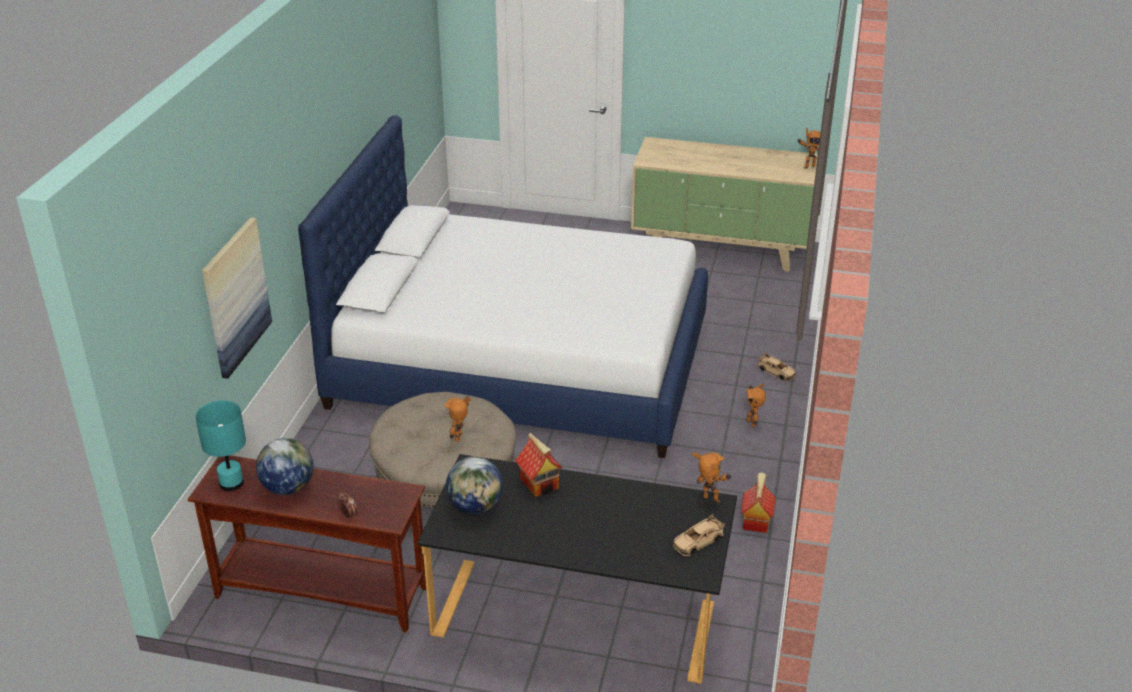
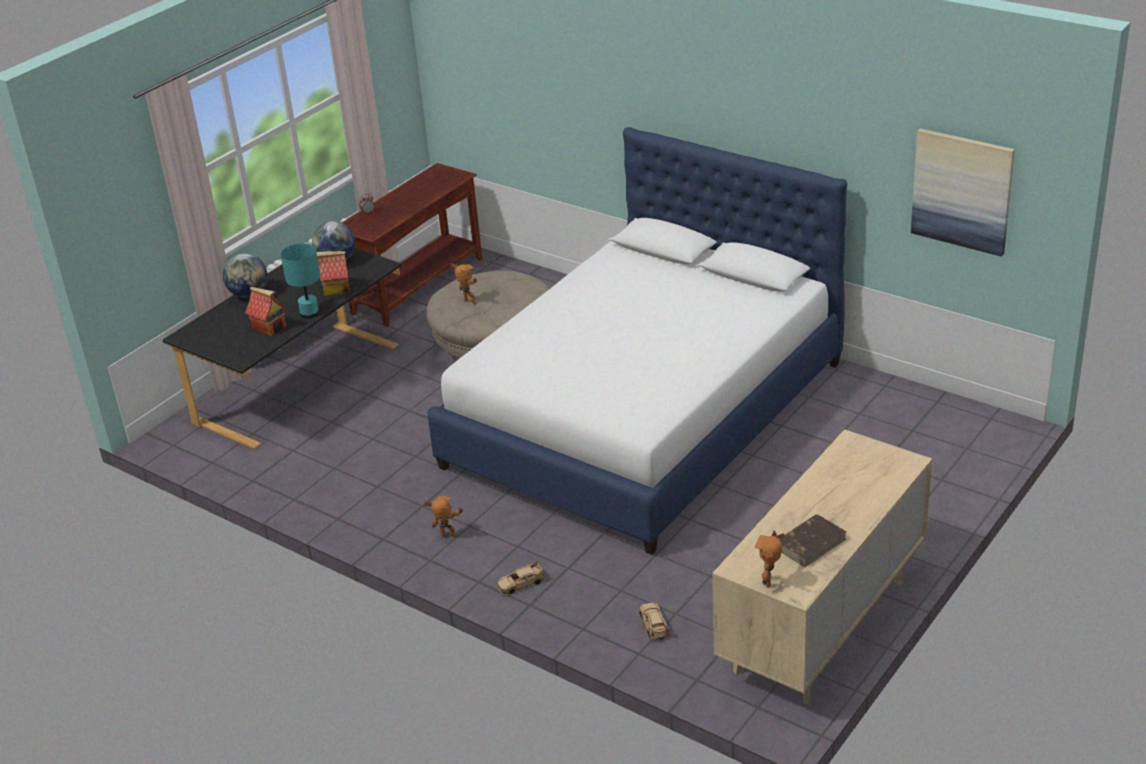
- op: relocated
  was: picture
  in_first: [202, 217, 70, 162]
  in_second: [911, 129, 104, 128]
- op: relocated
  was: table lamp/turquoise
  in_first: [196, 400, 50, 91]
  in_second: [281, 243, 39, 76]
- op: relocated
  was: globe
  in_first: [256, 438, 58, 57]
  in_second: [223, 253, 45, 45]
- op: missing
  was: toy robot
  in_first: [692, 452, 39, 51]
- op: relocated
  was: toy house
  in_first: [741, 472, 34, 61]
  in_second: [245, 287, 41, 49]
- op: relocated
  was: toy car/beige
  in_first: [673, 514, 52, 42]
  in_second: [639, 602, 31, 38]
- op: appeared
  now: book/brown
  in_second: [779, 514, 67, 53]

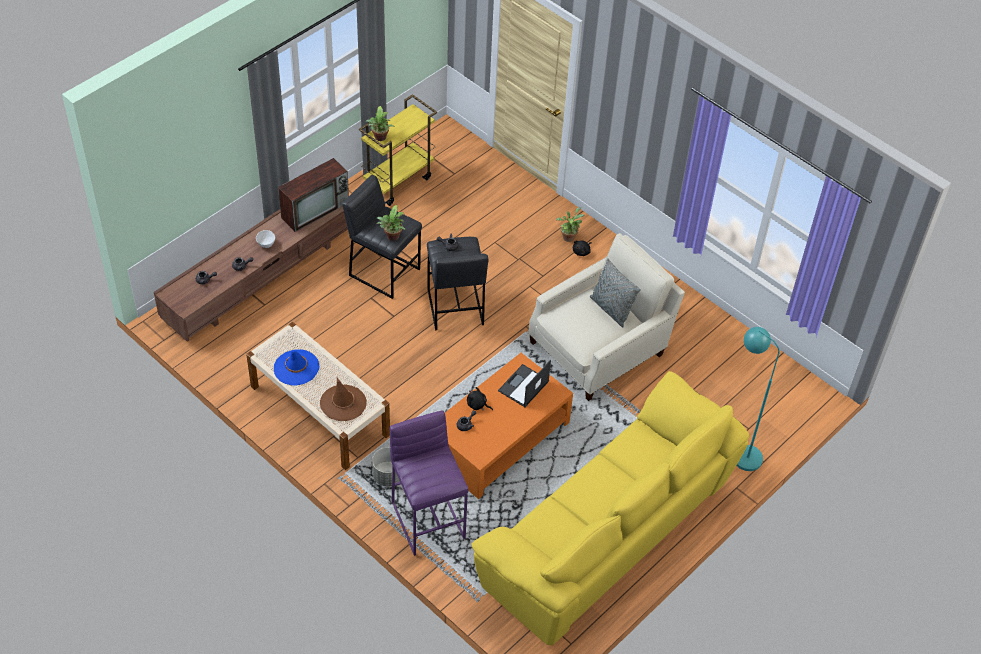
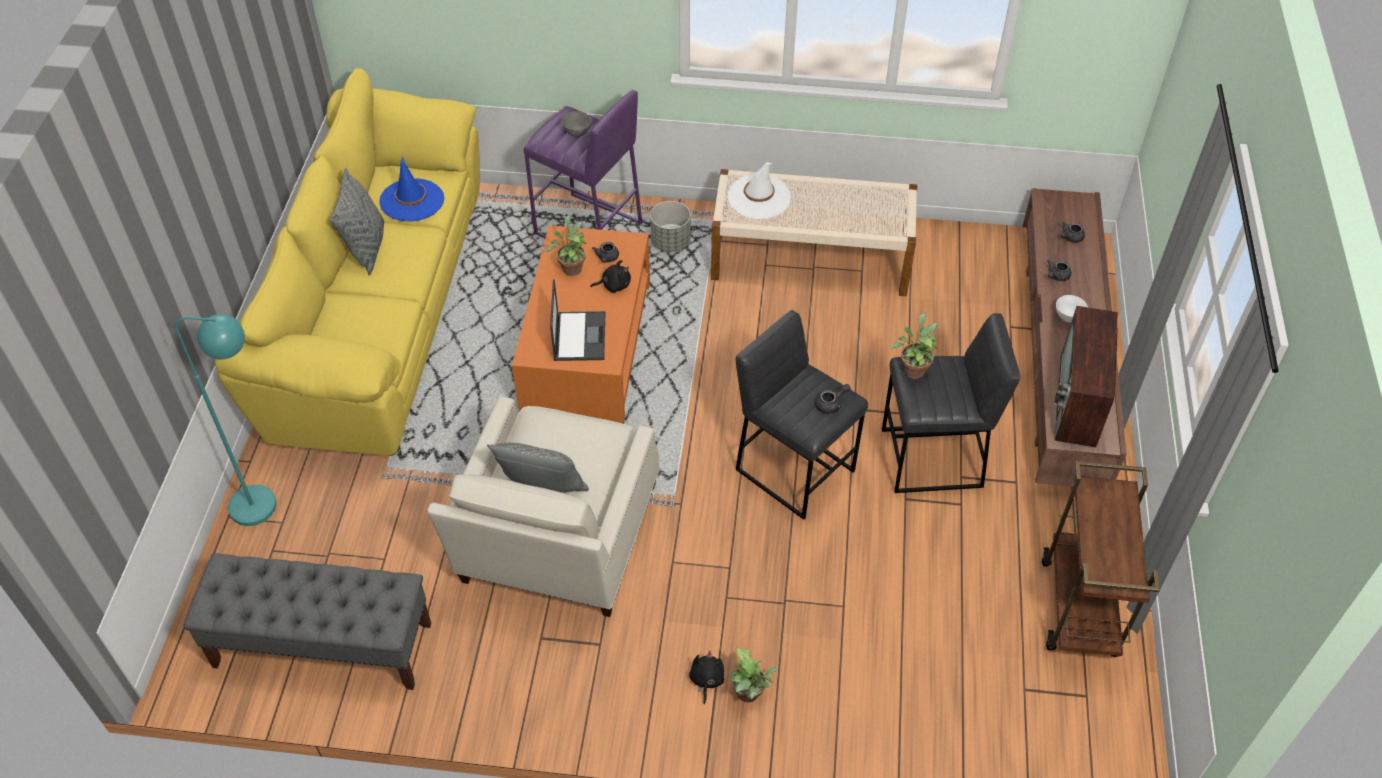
- op: colour
  was: cart/yellow
  now: cart/brown
  in_first: [359, 94, 78, 112]
  in_second: [1041, 461, 119, 196]
- op: relocated
  was: potted plant
  in_first: [366, 106, 29, 35]
  in_second: [545, 215, 42, 61]
- op: relocated
  was: hat/blue
  in_first: [274, 349, 45, 37]
  in_second: [379, 157, 65, 65]
- op: colour
  was: hat/brown
  now: hat/white
  in_first: [320, 377, 47, 44]
  in_second: [728, 162, 63, 57]
- op: appeared
  now: bowl/grey
  in_second: [562, 111, 30, 26]
- op: appeared
  now: pillow/grey
  in_second: [330, 168, 54, 107]
- op: appeared
  now: bench/grey
  in_second: [184, 553, 247, 137]

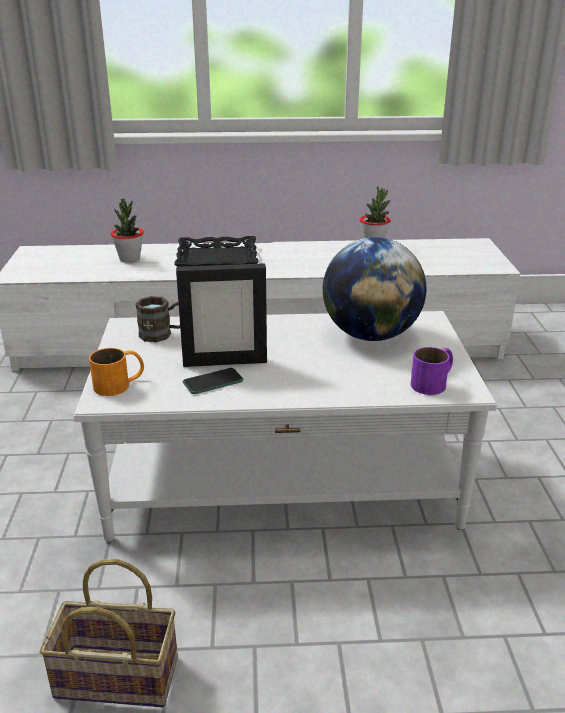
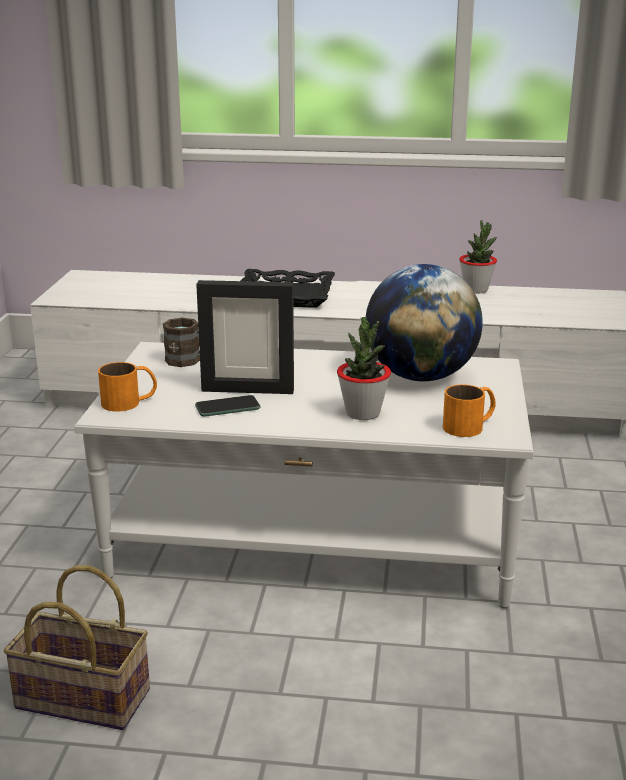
- op: relocated
  was: potted plant
  in_first: [111, 198, 33, 64]
  in_second: [337, 317, 54, 103]
- op: colour
  was: mug/purple
  now: mug/orange
  in_first: [411, 347, 42, 48]
  in_second: [443, 384, 53, 53]

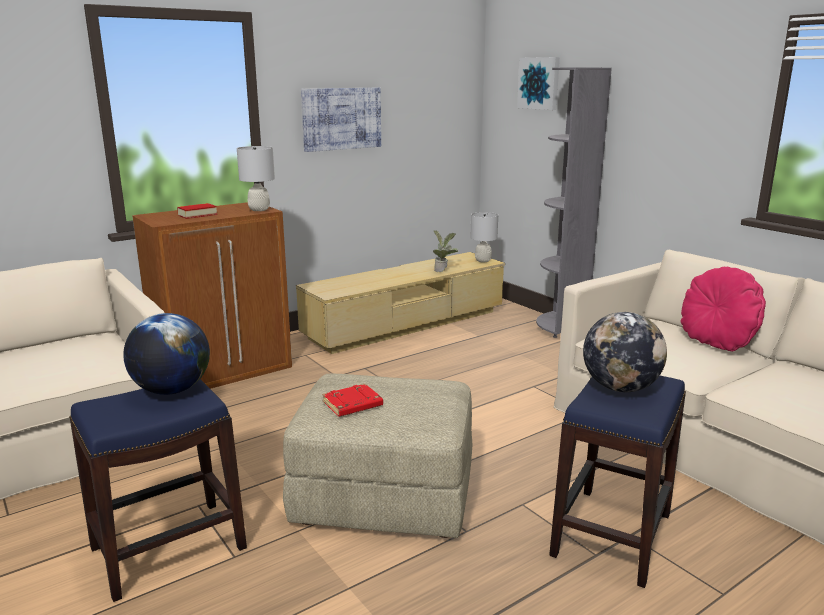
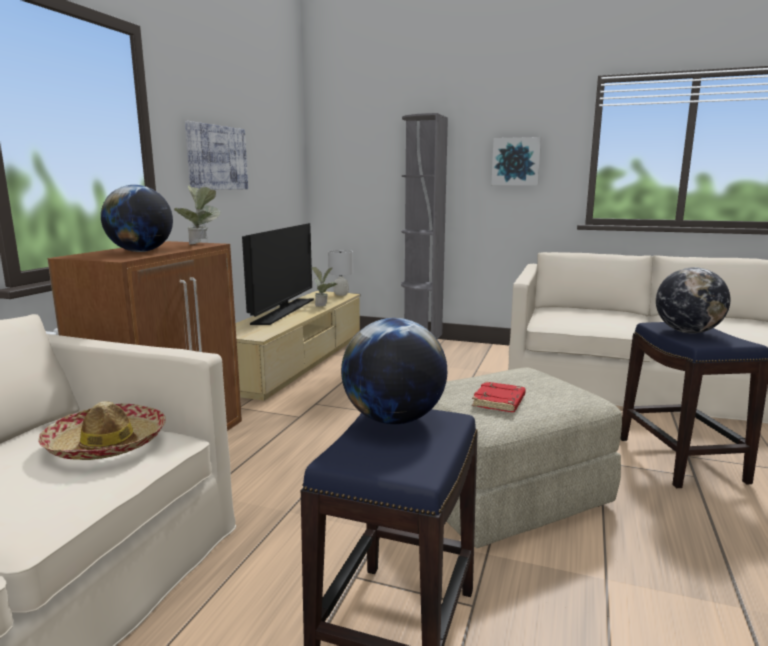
- op: relocated
  was: picture
  in_first: [517, 57, 43, 53]
  in_second: [491, 137, 50, 48]
- op: exchanged
  was: table lamp/grey
  now: potted plant
  in_first: [237, 146, 38, 65]
  in_second: [174, 185, 46, 60]
- op: exchanged
  was: book
  now: globe
  in_first: [177, 203, 40, 16]
  in_second: [101, 185, 72, 67]
- op: missing
  was: pillow/pink
  in_first: [681, 267, 85, 84]
- op: appeared
  now: television
  in_second: [242, 223, 72, 102]
- op: appeared
  now: hat
  in_second: [38, 401, 128, 59]

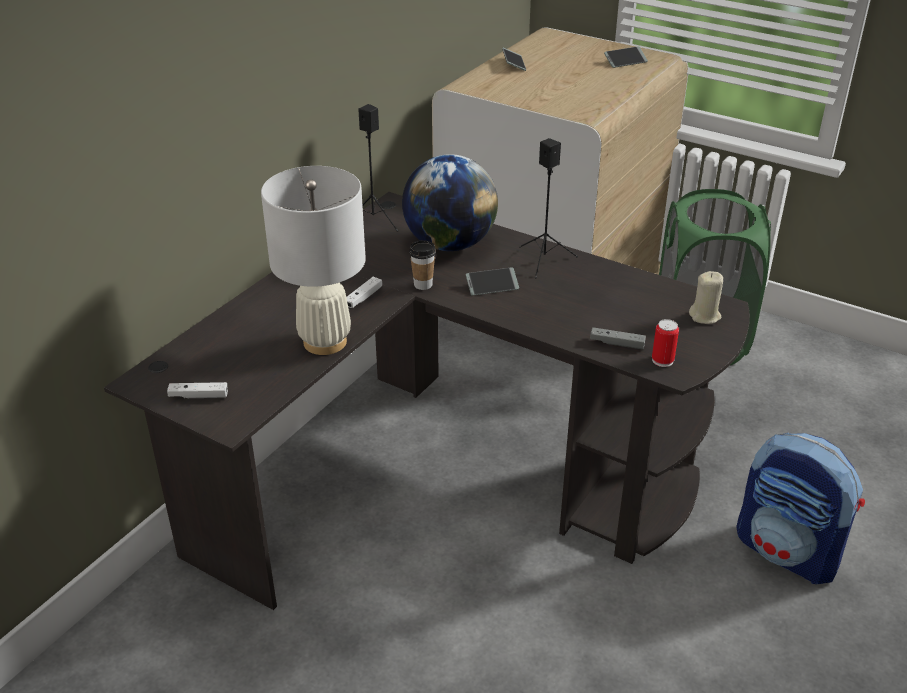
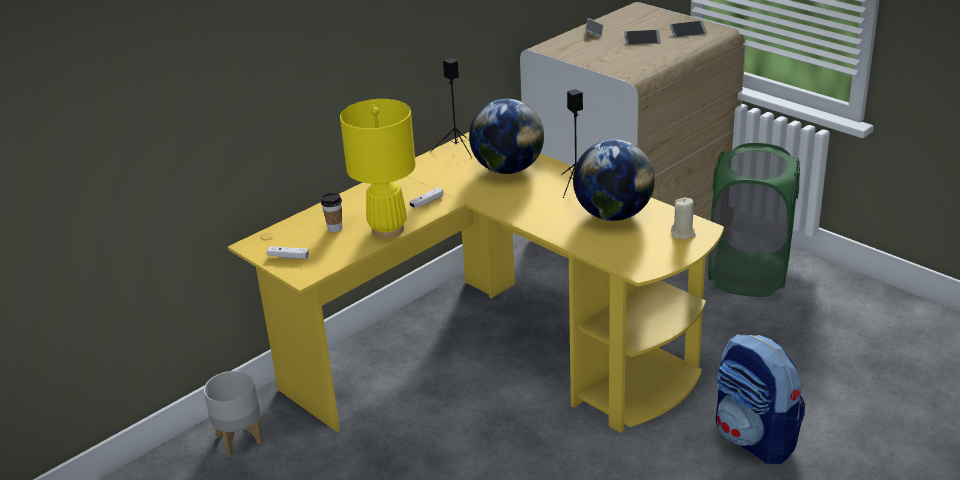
- op: colour
  was: table lamp/white
  now: table lamp/yellow
  in_first: [261, 166, 105, 189]
  in_second: [340, 99, 76, 139]
- op: colour
  was: desk/black
  now: desk/yellow
  in_first: [104, 192, 646, 418]
  in_second: [228, 132, 496, 301]
- op: relocated
  was: cup
  in_first: [409, 240, 27, 50]
  in_second: [321, 193, 21, 39]
- op: relocated
  was: phone
  in_first: [466, 267, 53, 29]
  in_second: [624, 30, 37, 15]
- op: missing
  was: can
  in_first: [652, 319, 27, 48]
- op: missing
  was: game controller/grey
  in_first: [590, 327, 56, 22]
- op: appeared
  now: globe
  in_second: [573, 140, 82, 81]
- op: appeared
  now: planter/grey
  in_second: [204, 371, 59, 84]

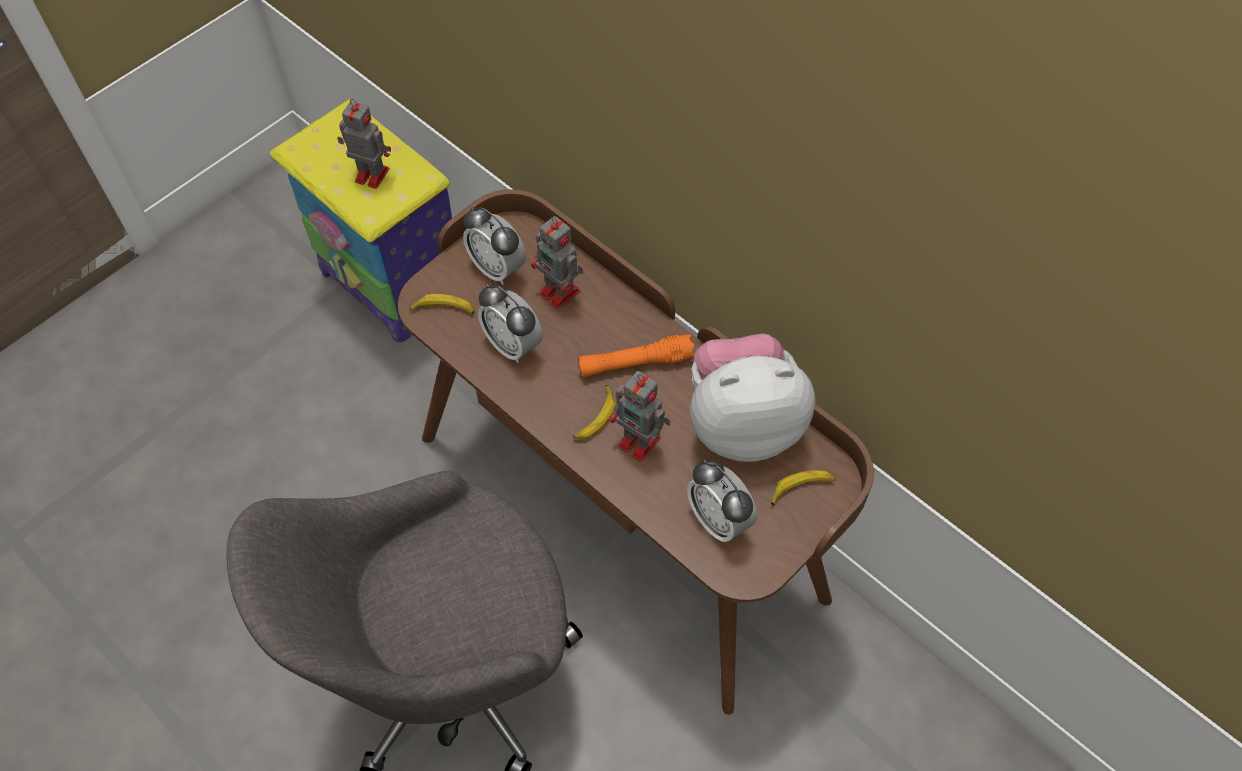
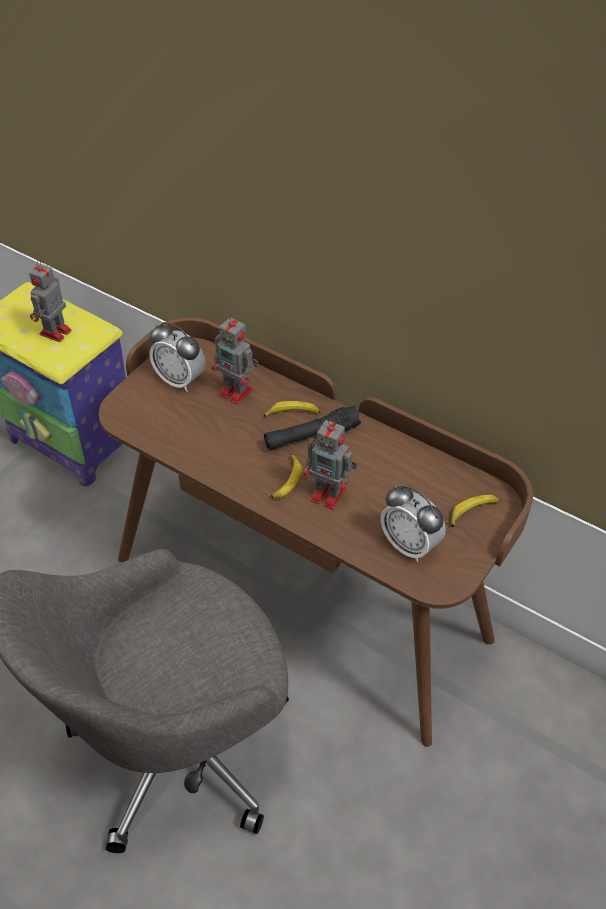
- op: spun
  was: toy robot
  in_first: [337, 99, 54, 90]
  in_second: [29, 260, 42, 82]
  clockwise: -75
- op: missing
  was: alarm clock
  in_first: [478, 284, 65, 79]
- op: relocated
  was: banana
  in_first: [409, 294, 65, 20]
  in_second: [264, 401, 56, 16]
- op: colour
  was: flashlight/orange
  now: flashlight/black
  in_first: [578, 334, 116, 43]
  in_second: [264, 406, 97, 45]
- op: missing
  was: plush toy
  in_first: [690, 334, 125, 128]

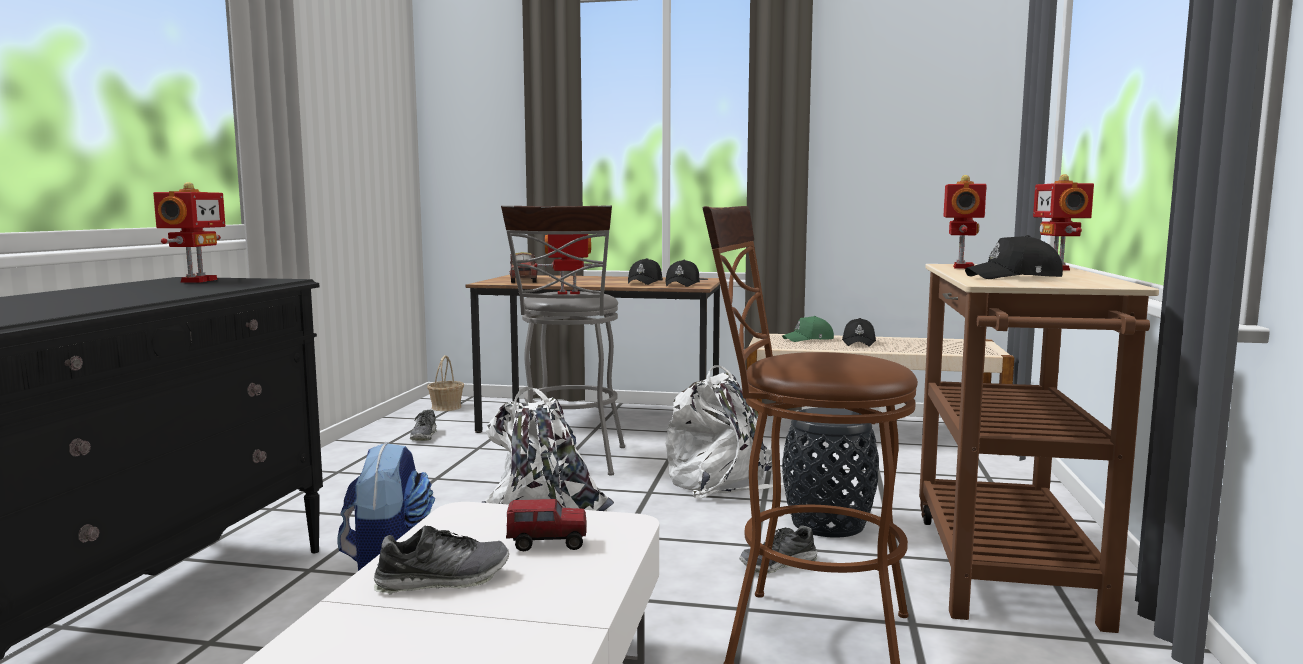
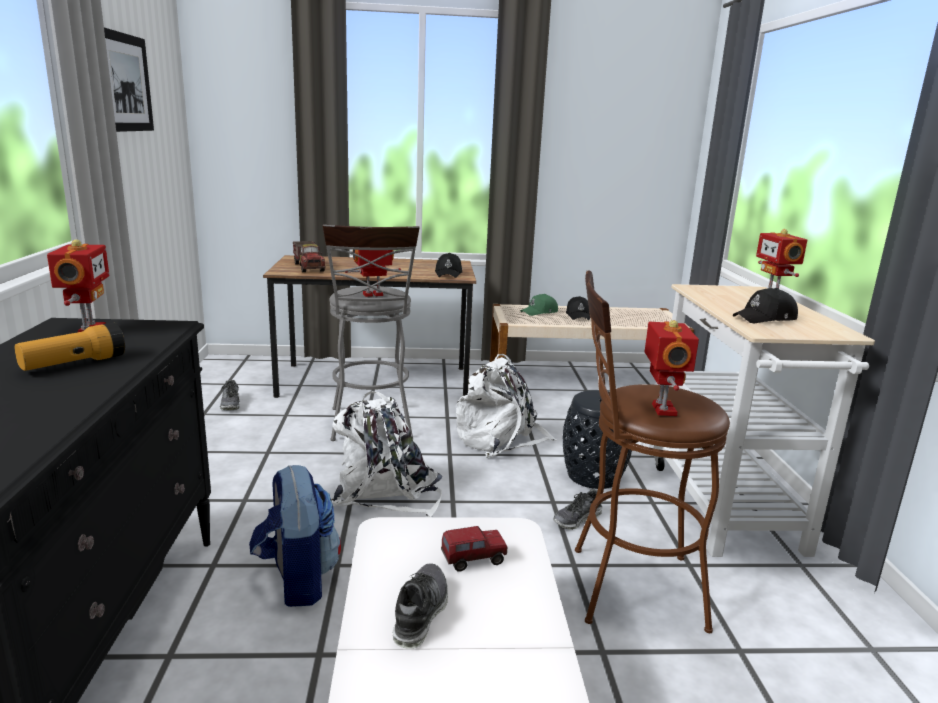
- op: relocated
  was: toy robot
  in_first: [943, 175, 44, 94]
  in_second: [645, 320, 54, 96]
- op: missing
  was: cap/black
  in_first: [628, 258, 35, 27]
- op: colour
  was: cart/brown
  now: cart/white
  in_first: [919, 264, 240, 369]
  in_second: [654, 284, 221, 273]
- op: missing
  was: basket
  in_first: [427, 355, 37, 56]
- op: spun
  was: shoe
  in_first: [374, 526, 135, 68]
  in_second: [392, 563, 56, 86]
  clockwise: -45
- op: appeared
  now: picture
  in_second: [104, 28, 50, 104]
- op: appeared
  now: flashlight
  in_second: [15, 323, 110, 48]

